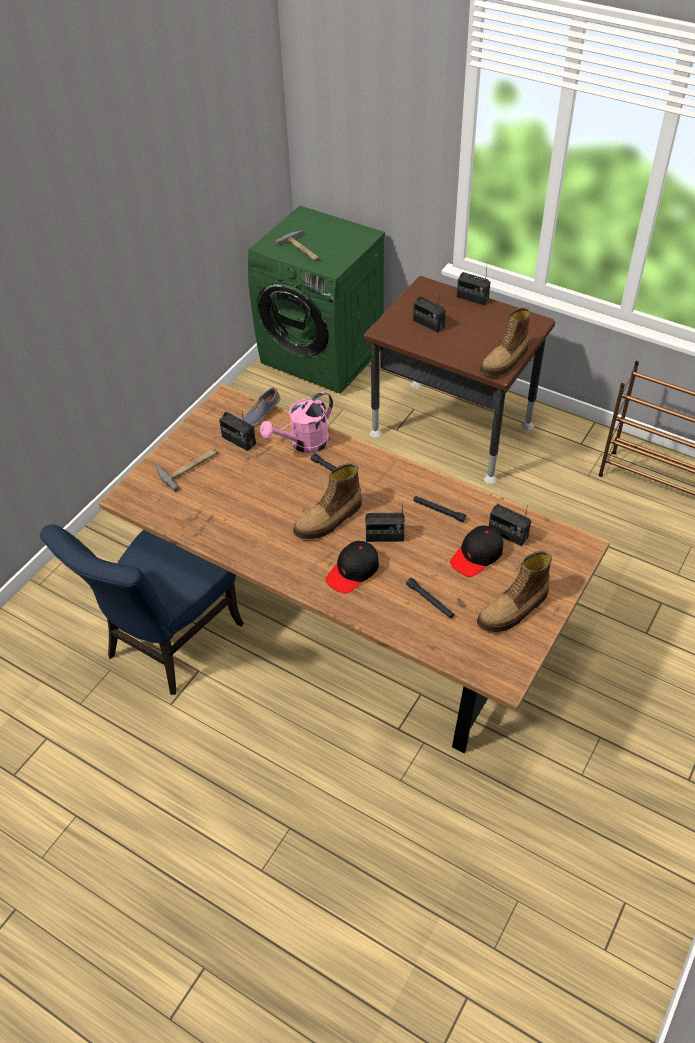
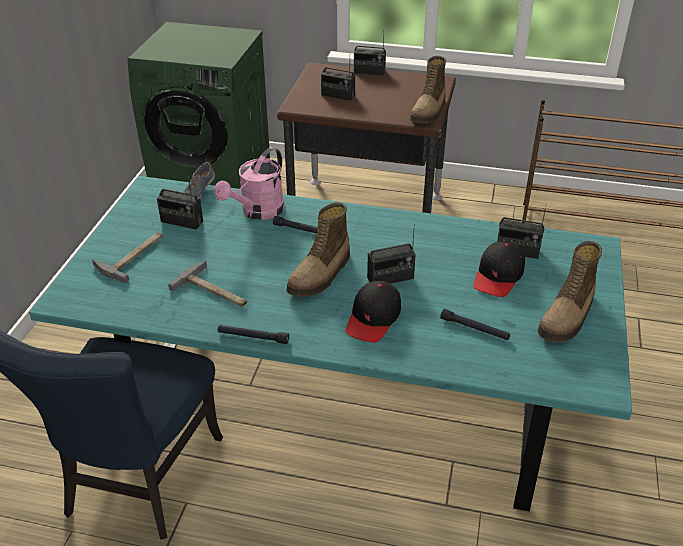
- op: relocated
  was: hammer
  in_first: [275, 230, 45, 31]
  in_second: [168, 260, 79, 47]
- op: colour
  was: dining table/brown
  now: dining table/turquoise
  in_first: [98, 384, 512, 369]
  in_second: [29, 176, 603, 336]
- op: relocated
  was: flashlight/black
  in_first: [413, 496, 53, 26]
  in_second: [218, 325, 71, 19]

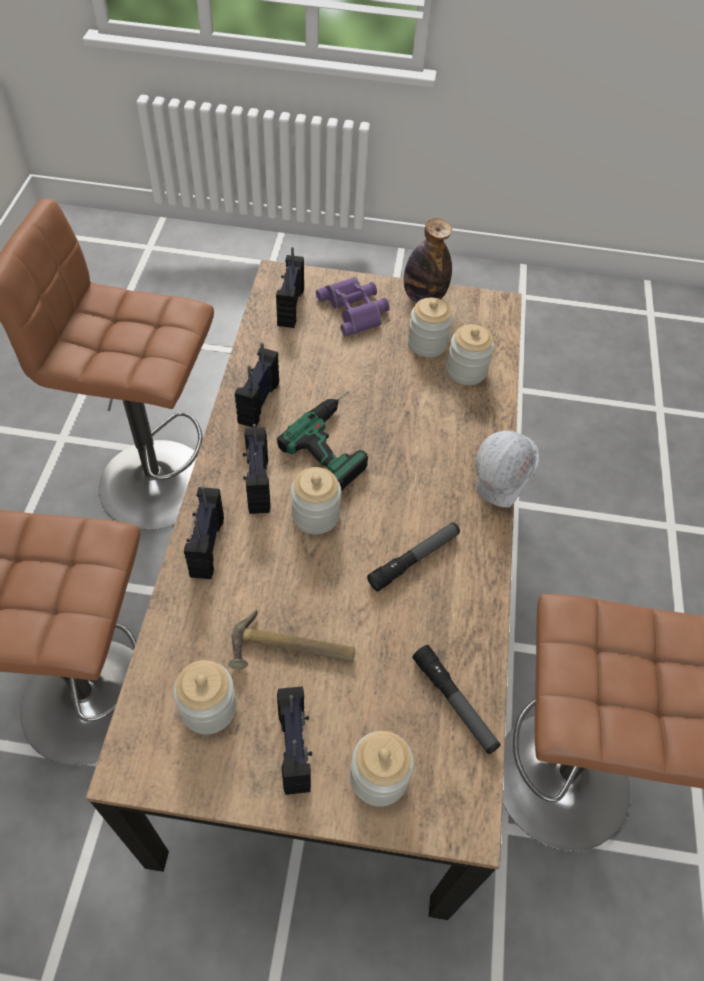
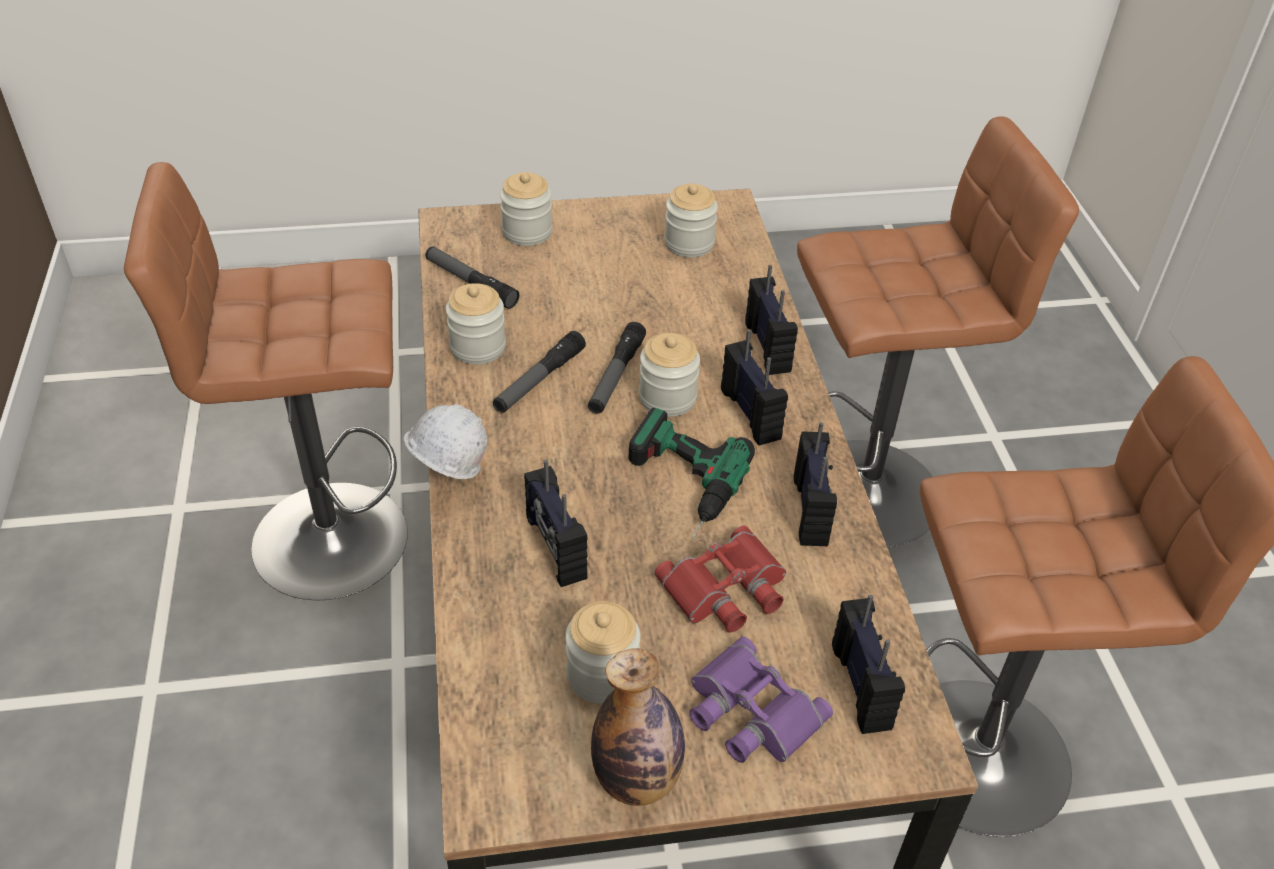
- op: relocated
  was: jar
  in_first: [446, 324, 48, 61]
  in_second: [446, 283, 60, 81]
- op: missing
  was: hammer
  in_first: [228, 609, 127, 60]
- op: relocated
  was: radio
  in_first: [277, 686, 35, 109]
  in_second: [524, 460, 64, 127]
- op: appeared
  now: flashlight
  in_second: [588, 322, 58, 92]
- op: appeared
  now: binoculars/red
  in_second: [655, 525, 131, 107]

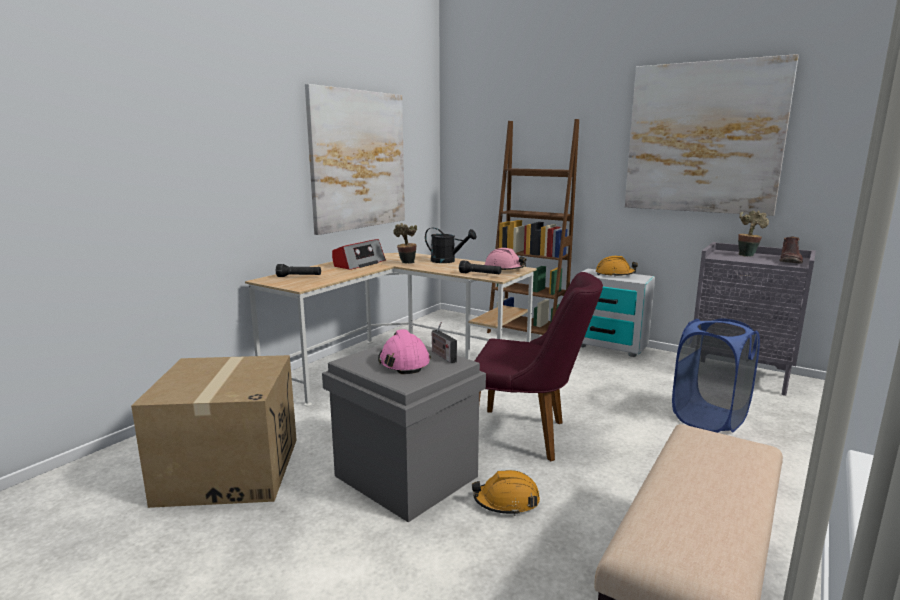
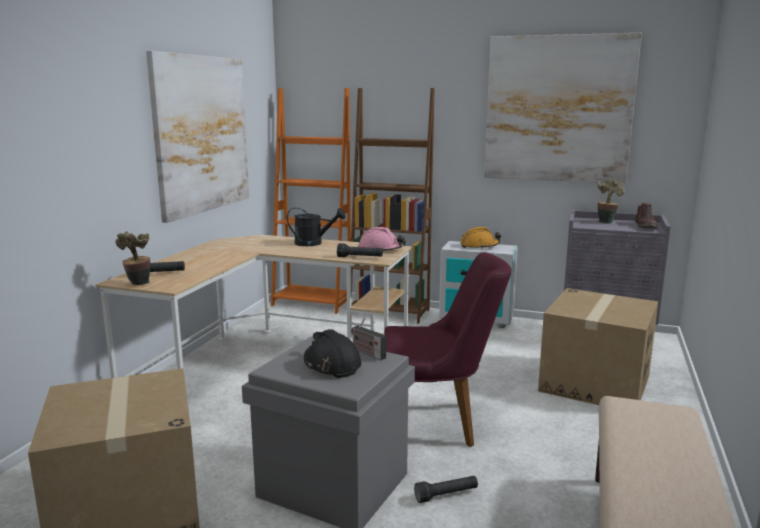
- op: relocated
  was: potted plant
  in_first: [393, 223, 24, 41]
  in_second: [115, 231, 35, 54]
- op: missing
  was: radio
  in_first: [332, 239, 54, 31]
- op: exchanged
  was: laundry basket/blue
  now: cardboard box
  in_first: [672, 319, 88, 114]
  in_second: [538, 288, 120, 117]
- op: colour
  was: hard hat/pink
  now: hard hat/black
  in_first: [378, 329, 53, 45]
  in_second: [304, 329, 58, 49]
- op: exchanged
  was: hard hat/orange
  now: flashlight/black
  in_first: [472, 470, 68, 46]
  in_second: [414, 476, 64, 27]
- op: appeared
  now: bookcase/orange
  in_second: [271, 88, 81, 226]

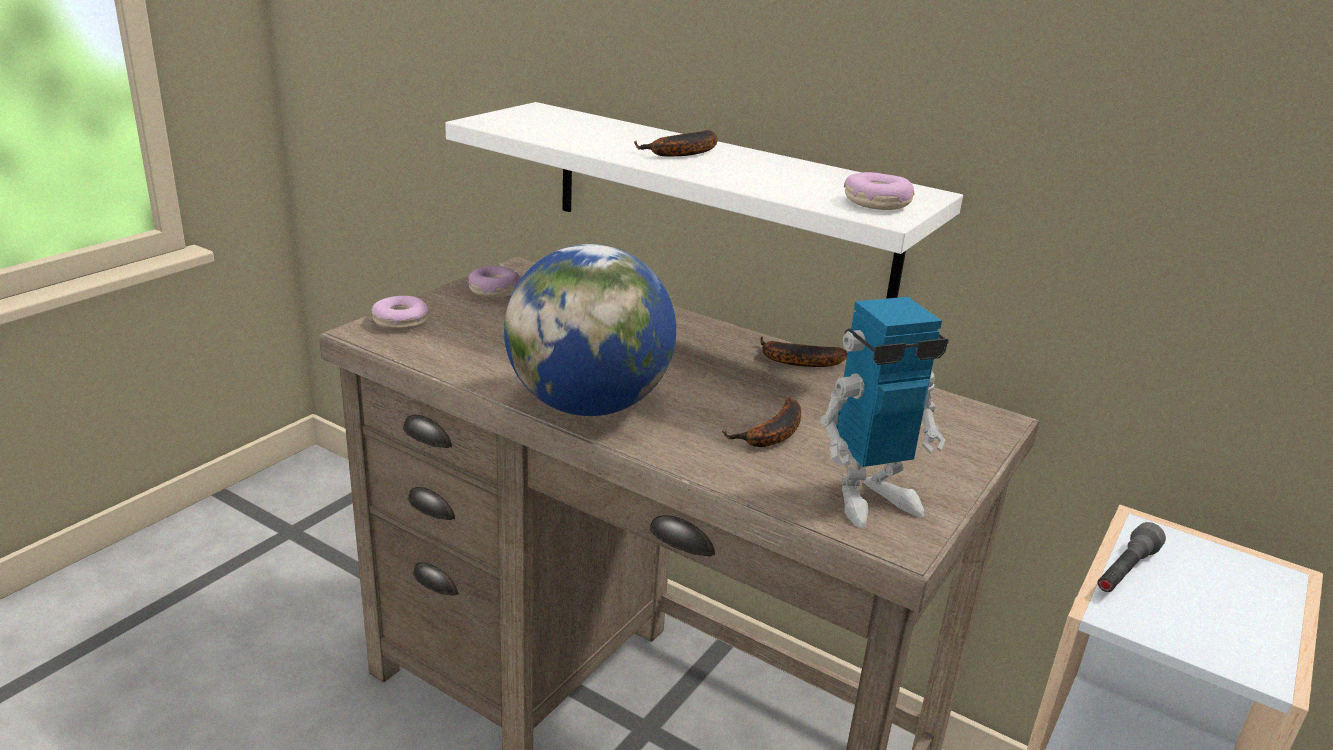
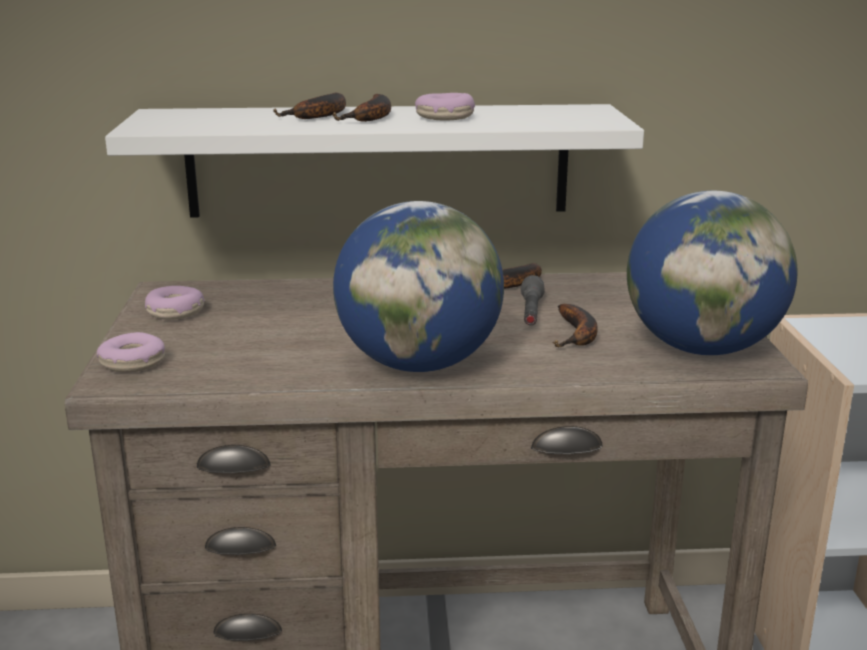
- op: relocated
  was: donut
  in_first: [844, 172, 71, 38]
  in_second: [415, 93, 60, 27]
- op: exchanged
  was: toy robot
  now: globe
  in_first: [820, 297, 129, 231]
  in_second: [627, 191, 170, 164]
- op: relocated
  was: flashlight/grey
  in_first: [1098, 522, 68, 70]
  in_second: [521, 275, 24, 50]
- op: appeared
  now: banana
  in_second: [273, 92, 73, 27]

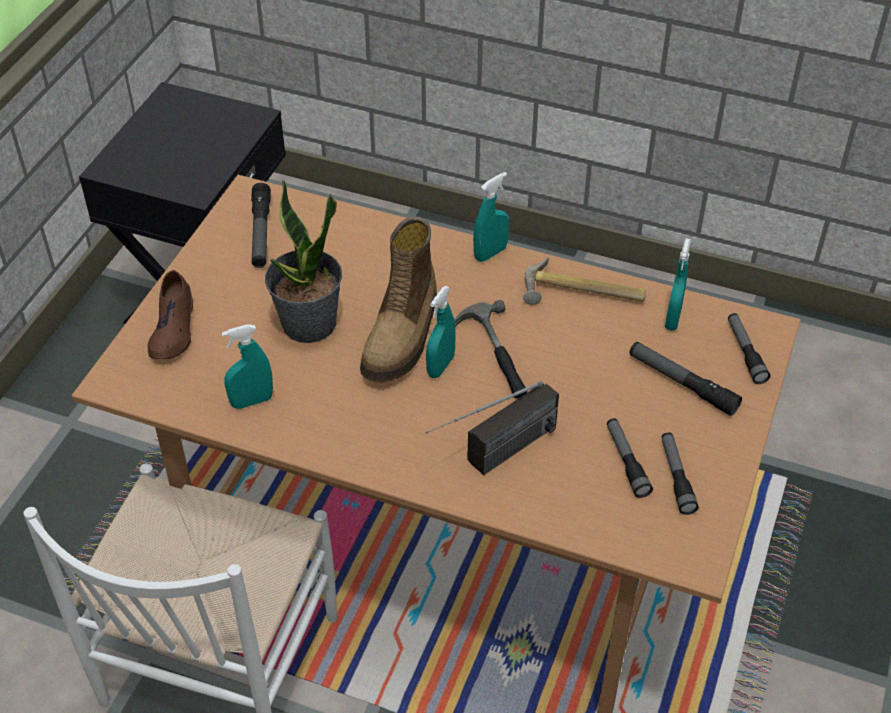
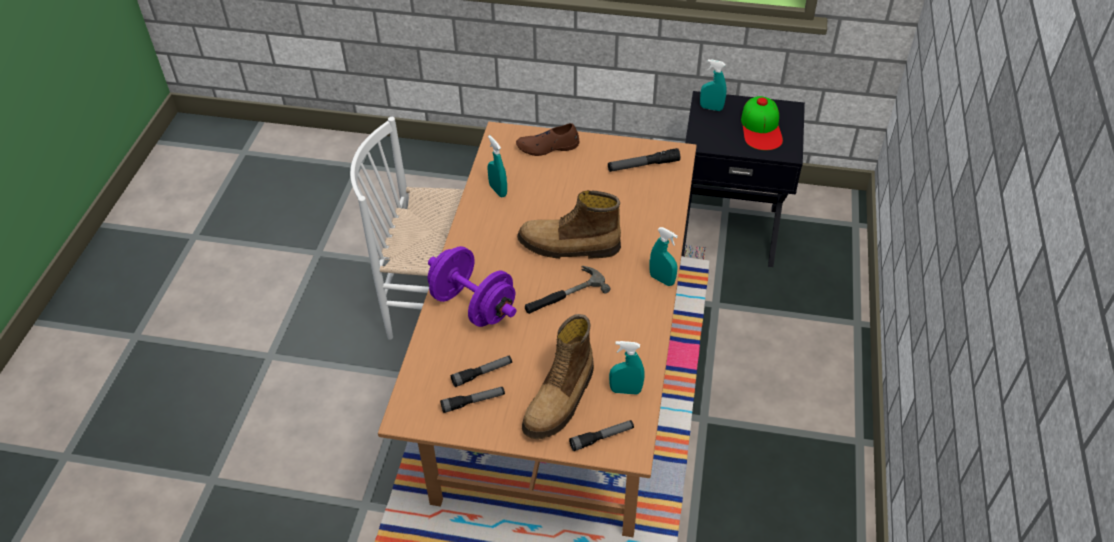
- op: missing
  was: potted plant
  in_first: [265, 179, 77, 164]
- op: missing
  was: hammer
  in_first: [523, 257, 123, 48]
- op: relocated
  was: spray bottle/turquoise
  in_first: [426, 286, 30, 92]
  in_second: [700, 59, 27, 52]
- op: exchanged
  was: flashlight
  now: boot
  in_first: [629, 342, 113, 74]
  in_second: [522, 314, 72, 125]
- op: exchanged
  was: radio
  now: dumbbell/purple
  in_first: [426, 381, 133, 94]
  in_second: [428, 246, 88, 81]
- op: appeared
  now: cap
  in_second: [741, 96, 42, 54]

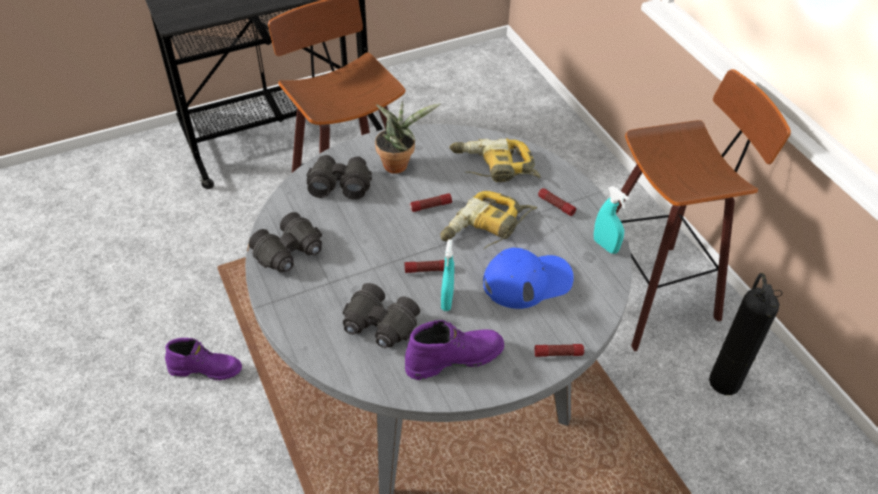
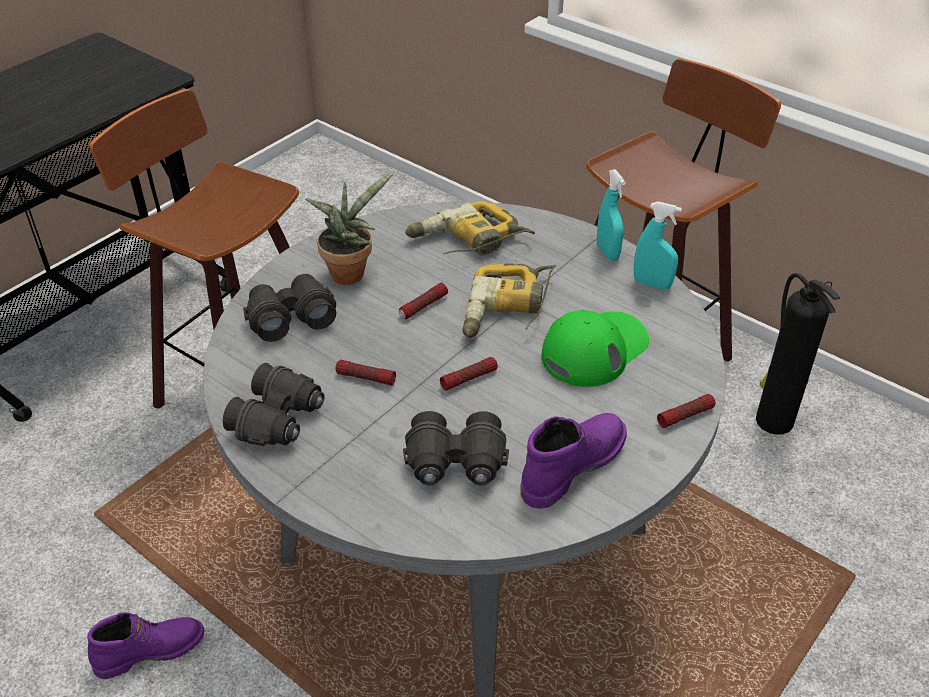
- op: relocated
  was: flashlight
  in_first: [538, 188, 38, 28]
  in_second: [335, 360, 61, 26]
- op: relocated
  was: spray bottle/turquoise
  in_first: [441, 239, 13, 72]
  in_second: [597, 169, 29, 92]
- op: colour
  was: cap/blue
  now: cap/green
  in_first: [483, 247, 91, 62]
  in_second: [542, 310, 107, 77]

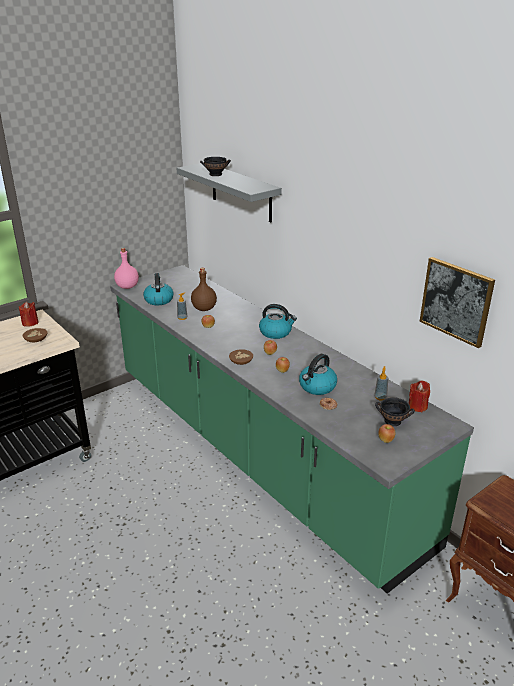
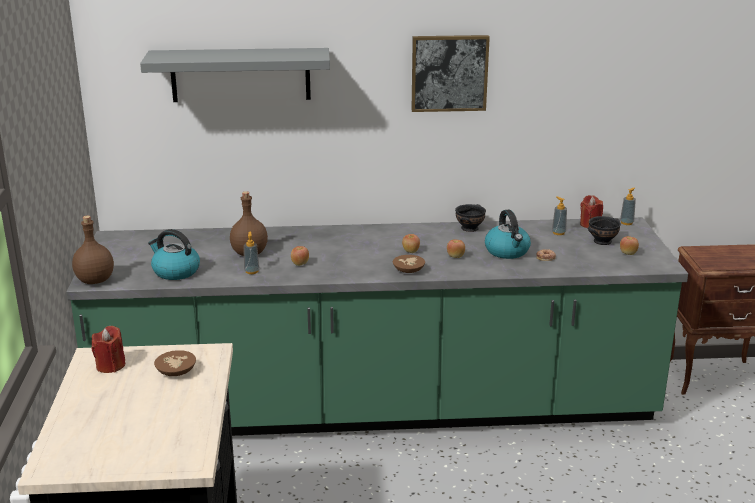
- op: relocated
  was: bowl/black
  in_first: [200, 157, 31, 19]
  in_second: [455, 204, 31, 28]
- op: colour
  was: bottle/pink
  now: bottle/brown
  in_first: [114, 248, 25, 41]
  in_second: [72, 216, 42, 68]
- op: relocated
  was: picture
  in_first: [420, 257, 75, 91]
  in_second: [411, 35, 79, 77]
- op: missing
  was: kettle
  in_first: [259, 304, 38, 35]
- op: appeared
  now: soap dispenser
  in_second: [620, 187, 16, 38]

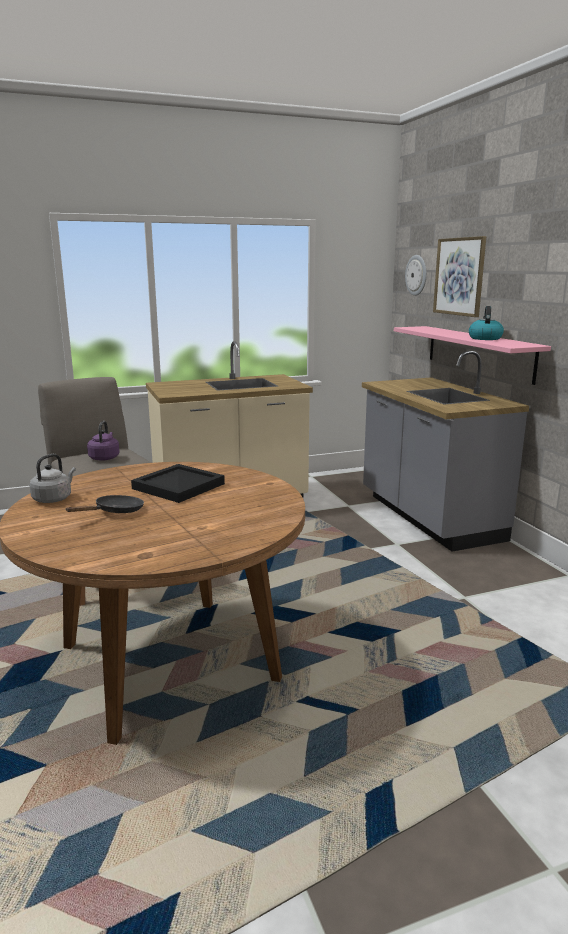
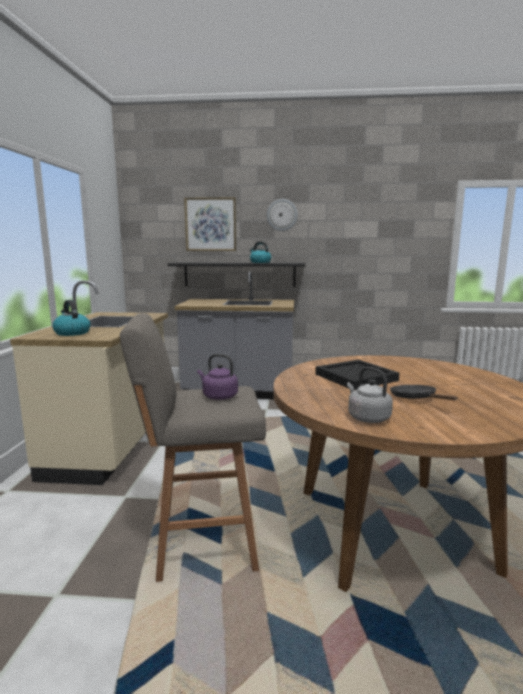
- op: relocated
  was: wall clock
  in_first: [405, 255, 22, 41]
  in_second: [267, 199, 31, 32]
- op: colour
  was: shelf/pink
  now: shelf/black
  in_first: [394, 326, 157, 59]
  in_second: [168, 262, 137, 25]
- op: appeared
  now: kettle
  in_second: [52, 300, 39, 36]

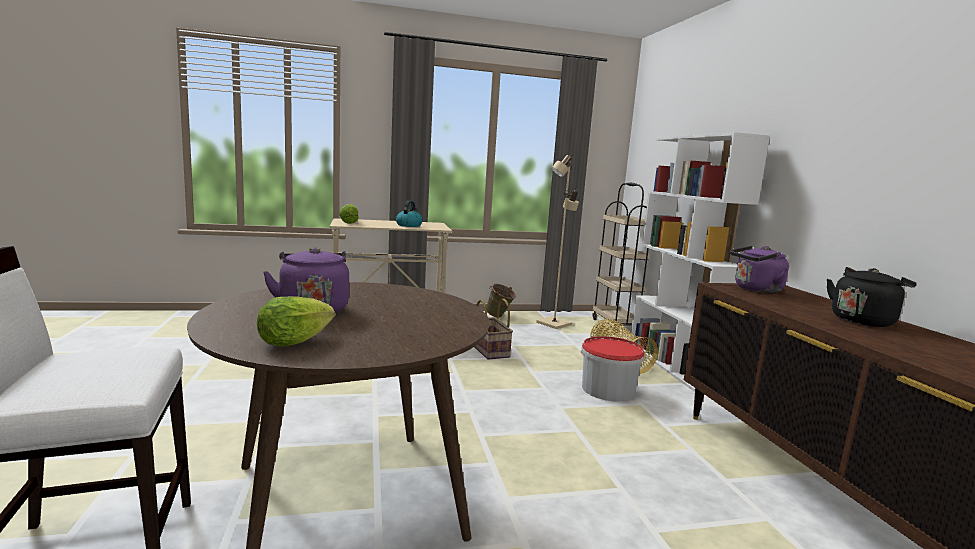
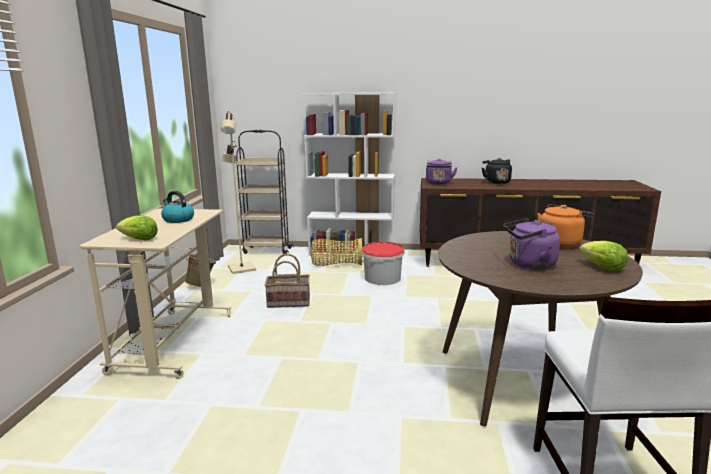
- op: appeared
  now: kettle/orange
  in_second: [537, 204, 57, 44]

